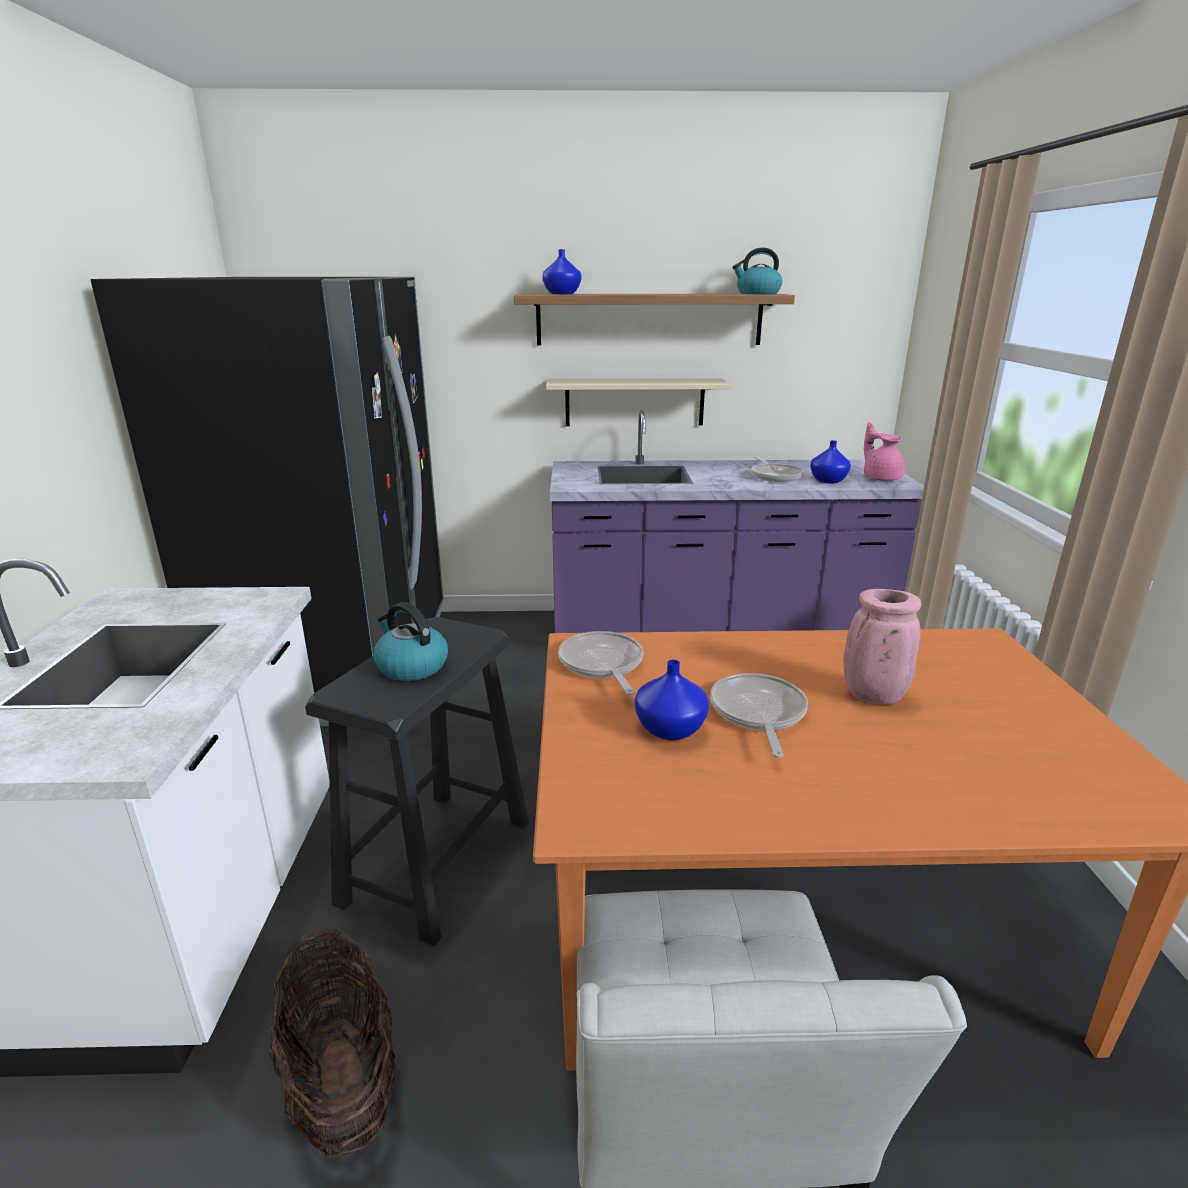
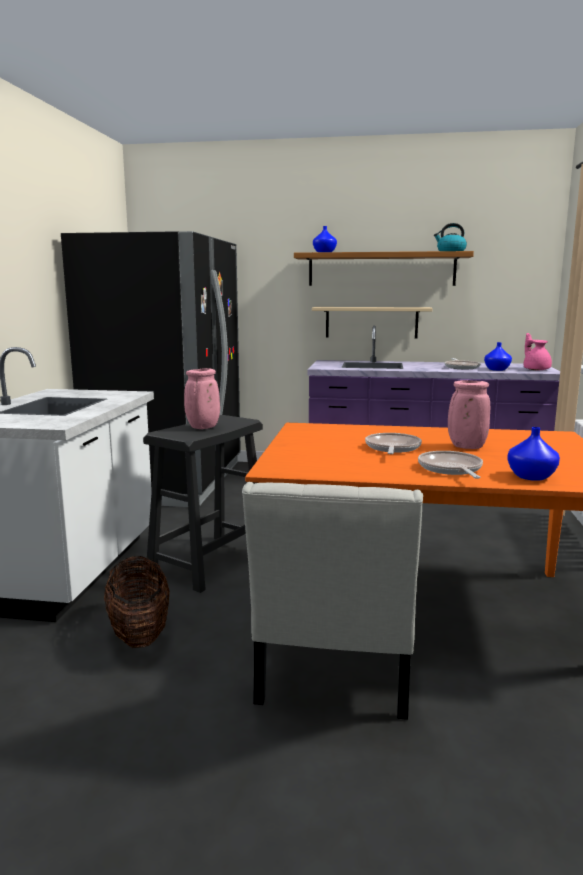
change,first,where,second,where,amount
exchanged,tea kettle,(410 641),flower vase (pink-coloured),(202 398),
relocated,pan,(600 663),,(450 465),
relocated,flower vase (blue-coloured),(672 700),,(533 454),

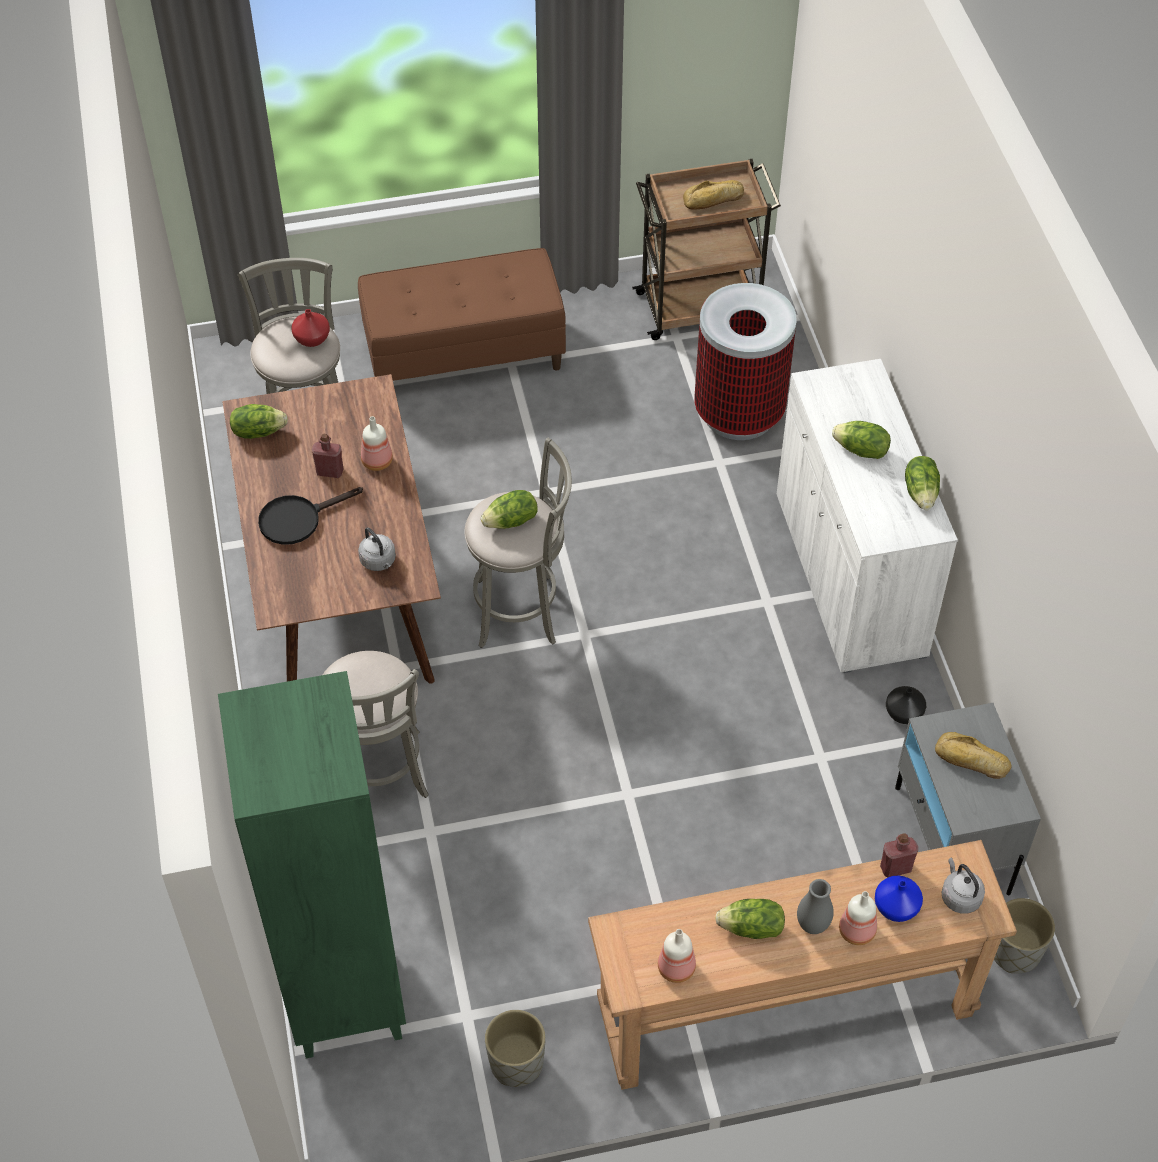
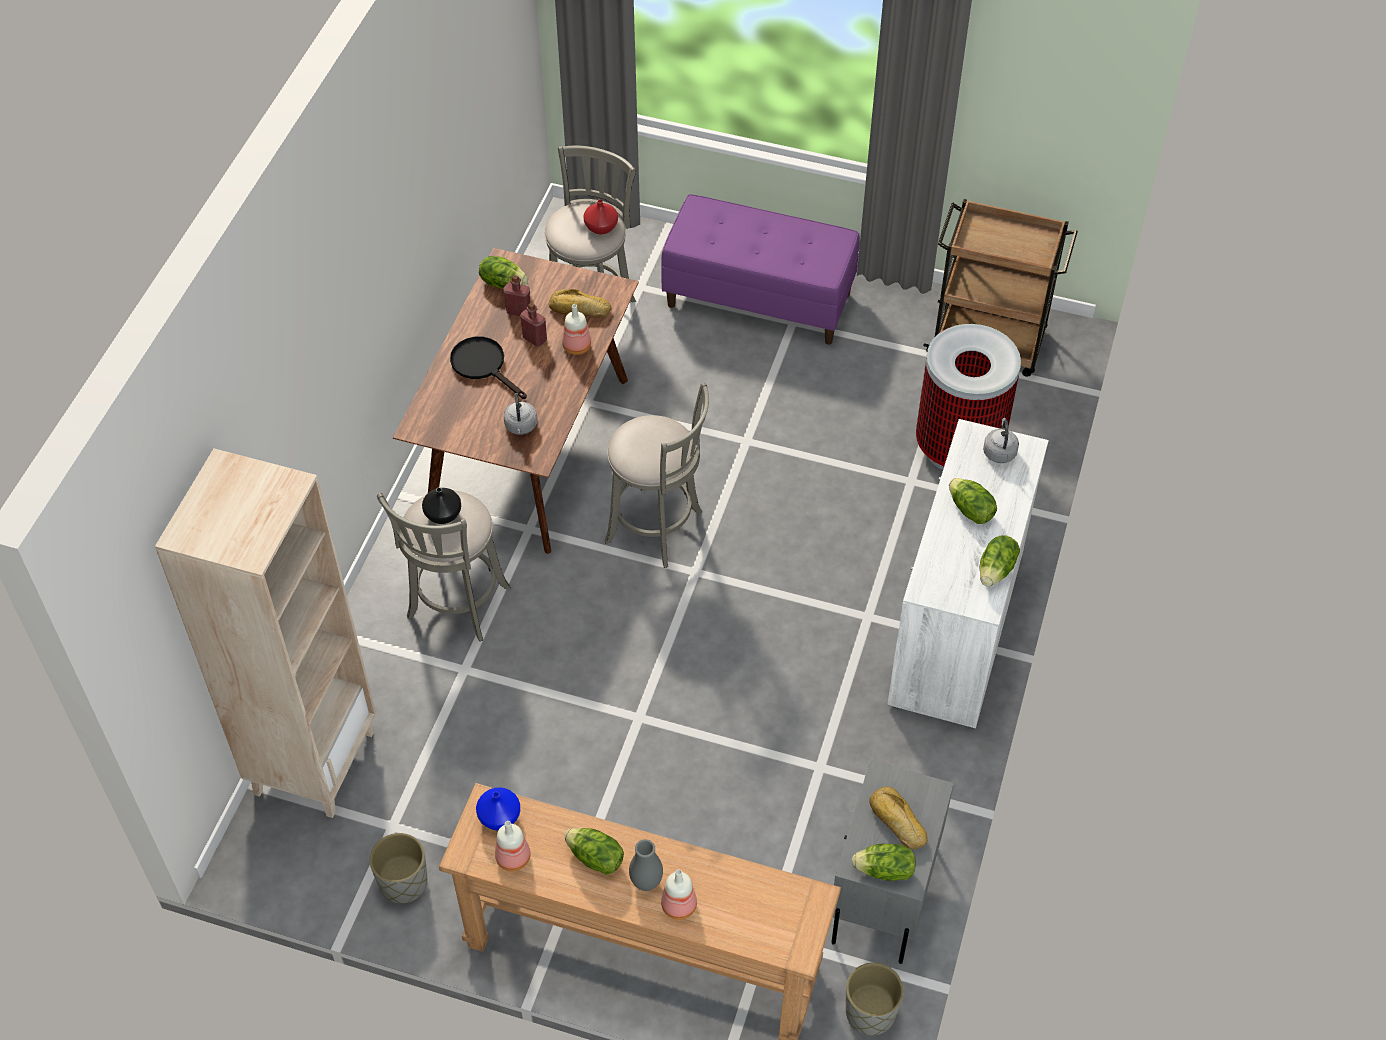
change,first,where,second,where,amount
colour,bookshelf (greenish),(312 864),bookshelf (sand-coloured),(265 633),
relocated,flower vase (black-coloured),(906 705),,(441 505),
spun,pan (black-coloured),(310 516),,(488 368),45 degrees clockwise
relocated,flower vase (blue-coloured),(899 898),,(498 808),
relocated,bottle (reddish),(899 855),,(516 295),
relocated,baked bread,(713 195),,(580 303),
colour,bench (brown),(462 314),bench (purple),(760 269),
relocated,lettuce,(509 509),,(884 862),
relocated,tea kettle (greyish),(963 885),,(1001 440),

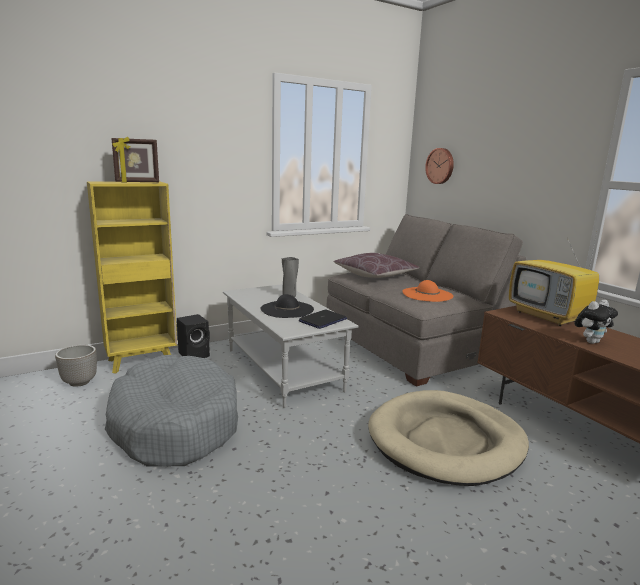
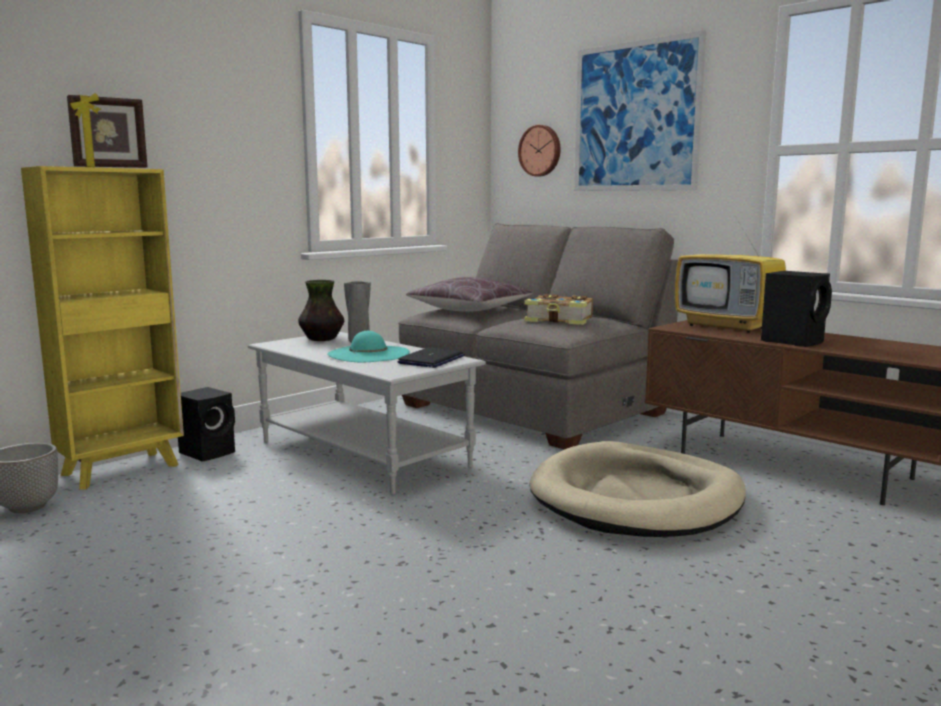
change,first,where,second,where,amount
appeared,,,flower vase,(321 310),
colour,hat (black-coloured),(287 306),hat (blue-green),(368 346),
exchanged,hat (orange-coloured),(427 291),volume,(558 309),
appeared,,,wall art,(640 110),
exchanged,plush toy,(596 322),loudspeaker (black-coloured),(796 309),
missing,dog cushion (greyish),(171 410),,,

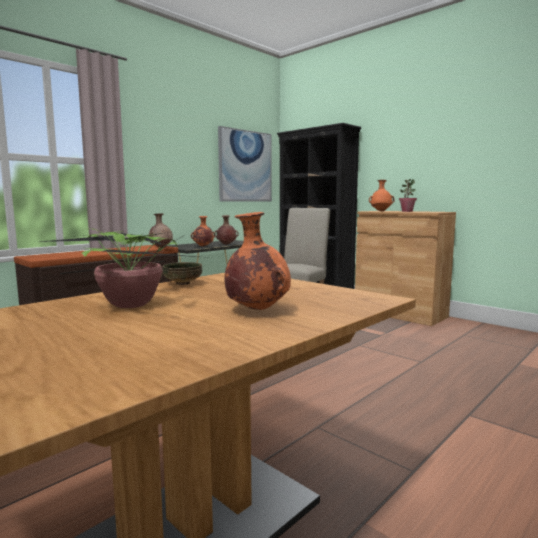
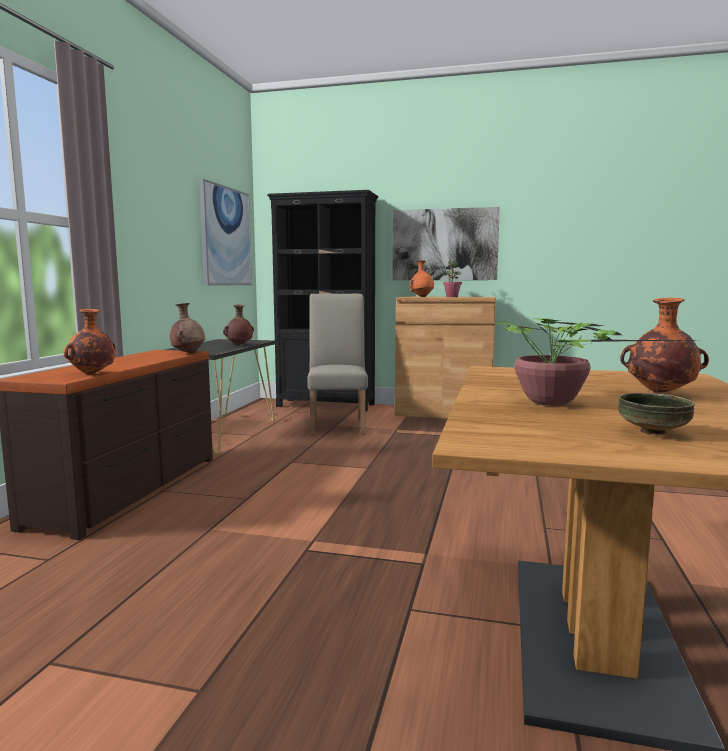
change,first,where,second,where,amount
relocated,flower vase (orange-coloured),(203 231),,(89 341),
appeared,,,wall art,(446 243),
relocated,deep dish,(182 273),,(656 414),

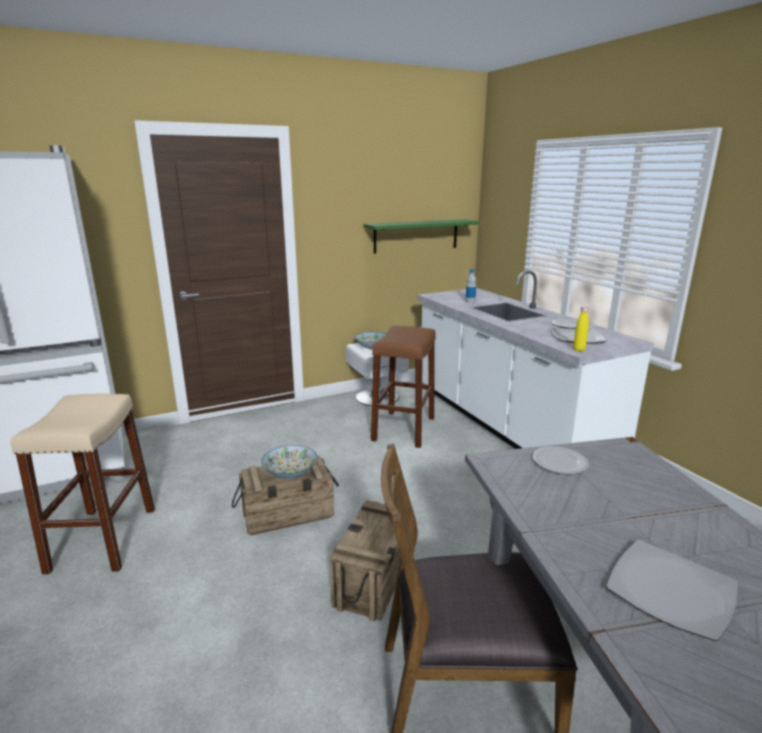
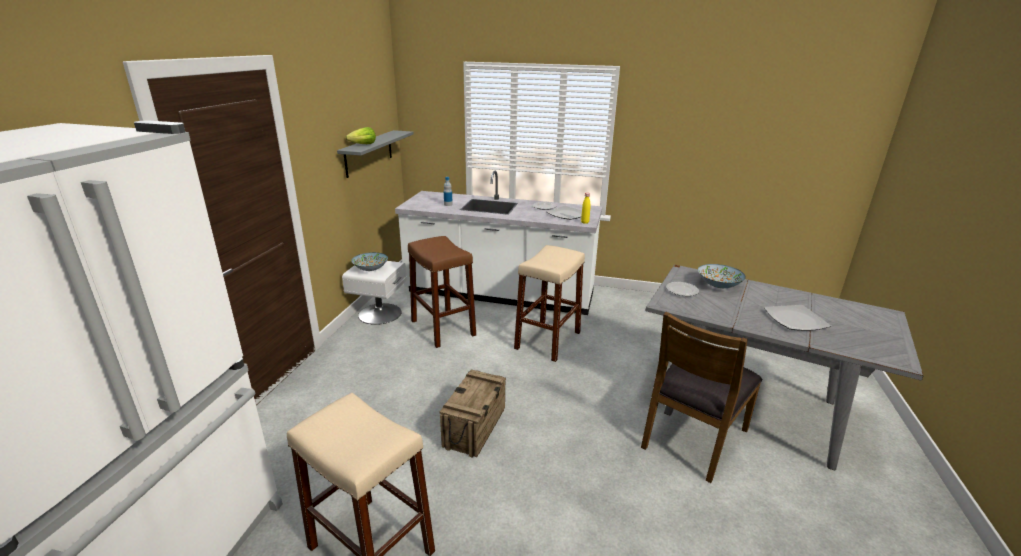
change,first,where,second,where,amount
colour,bracket shelf (greenish),(422 236),bracket shelf (greyish),(375 154),
appeared,,,lettuce,(361 135),
appeared,,,sitting stool (sand-coloured),(549 303),
relocated,deep dish,(289 462),,(722 276),
missing,packing crate,(371 561),,,

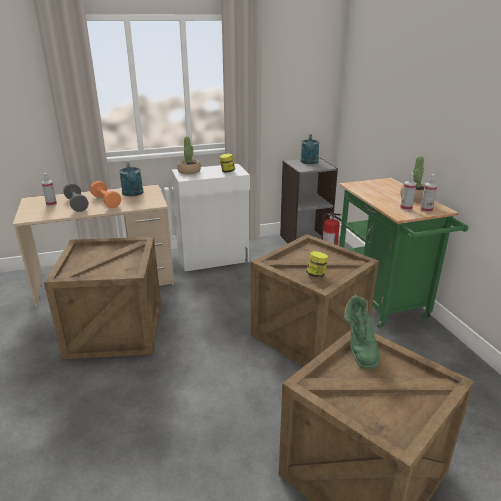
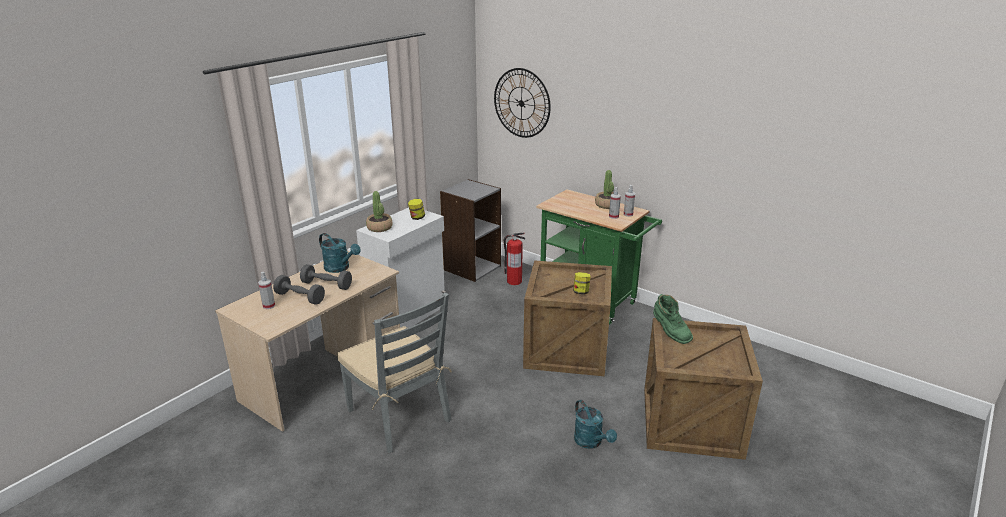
change,first,where,second,where,amount
colour,hand weight (orange-coloured),(105 194),hand weight (greyish),(326 277),
exchanged,packing crate,(102 298),upright chair (greyish),(394 373),
appeared,,,clock on the wall,(522 103),
relocated,watering can (blue-green),(309 149),,(595 424),

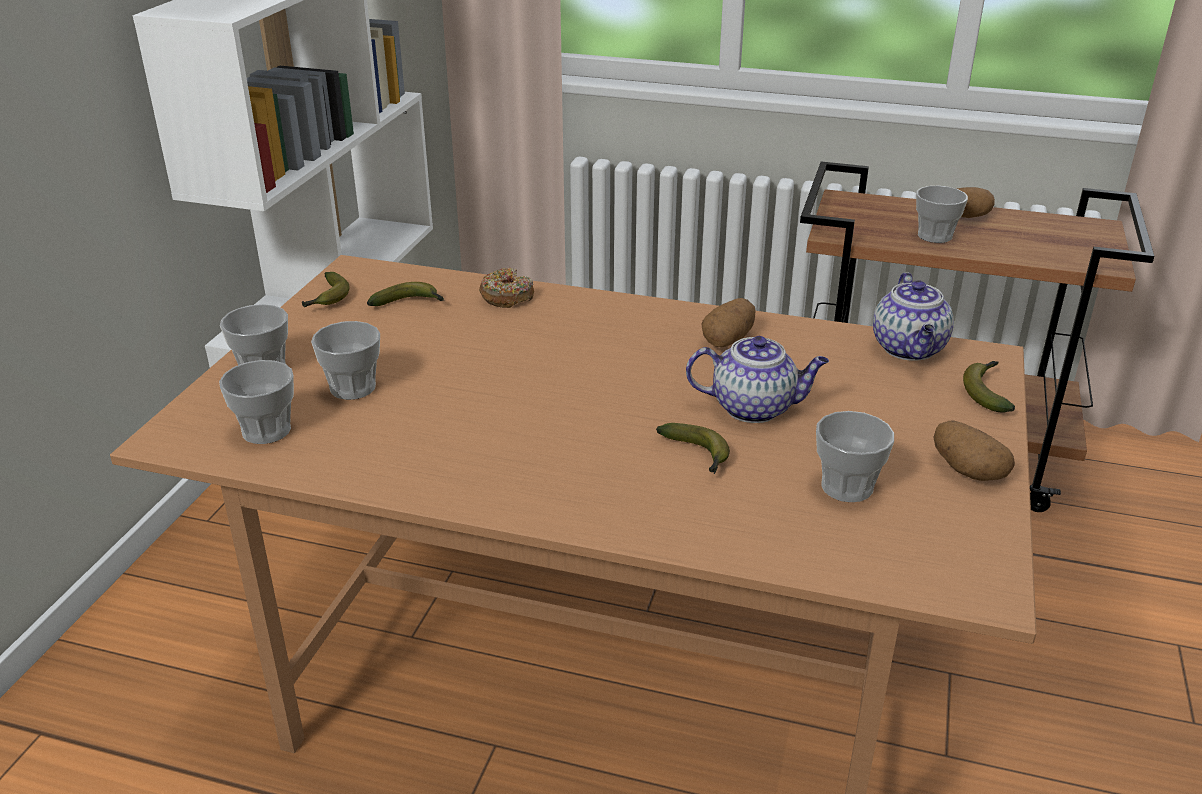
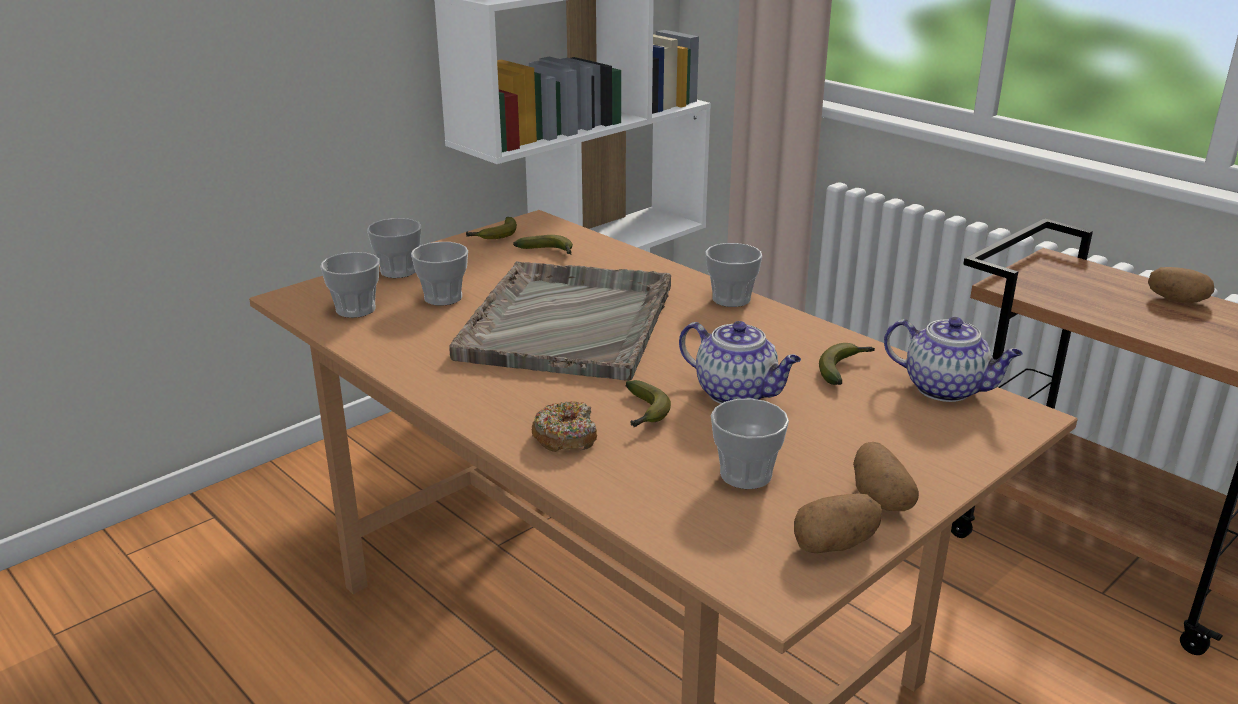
change,first,where,second,where,amount
appeared,,,tray (greyish),(560 321),
relocated,doughnut,(506 288),,(564 426),
relocated,cup,(942 214),,(733 275),
relocated,potato,(728 322),,(838 523),
relocated,banana fruit,(989 387),,(847 364),
spun,tea pot,(913 316),,(953 359),90 degrees counterclockwise

